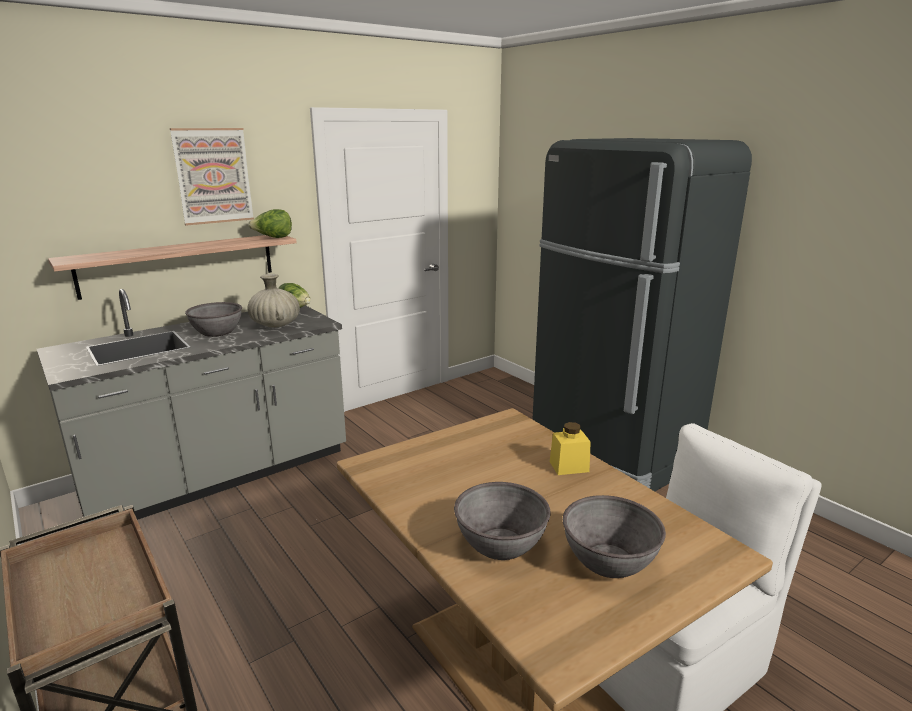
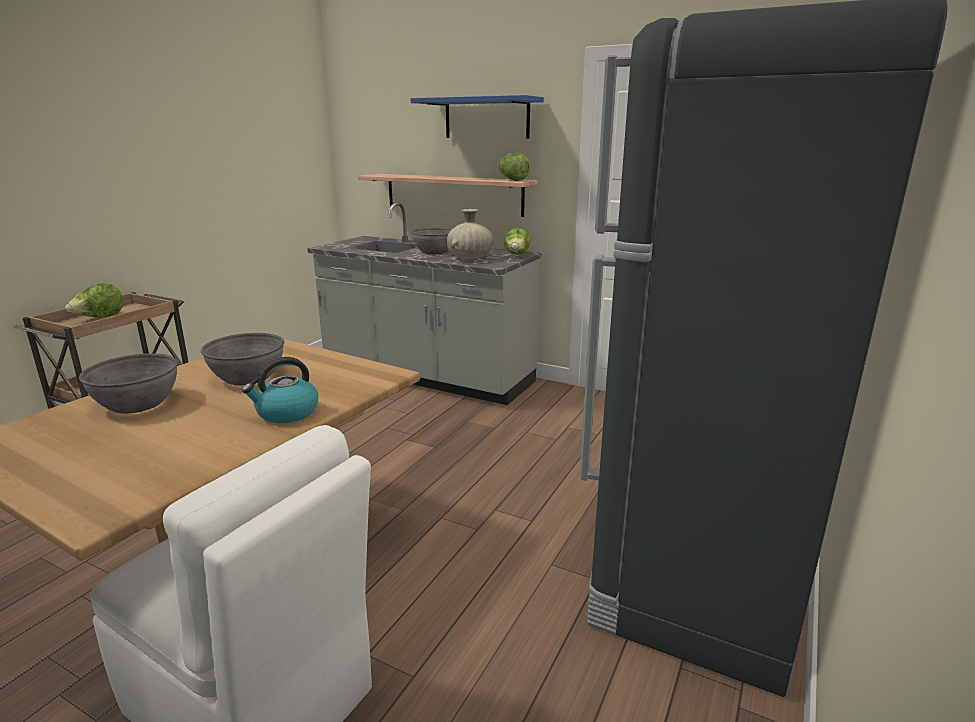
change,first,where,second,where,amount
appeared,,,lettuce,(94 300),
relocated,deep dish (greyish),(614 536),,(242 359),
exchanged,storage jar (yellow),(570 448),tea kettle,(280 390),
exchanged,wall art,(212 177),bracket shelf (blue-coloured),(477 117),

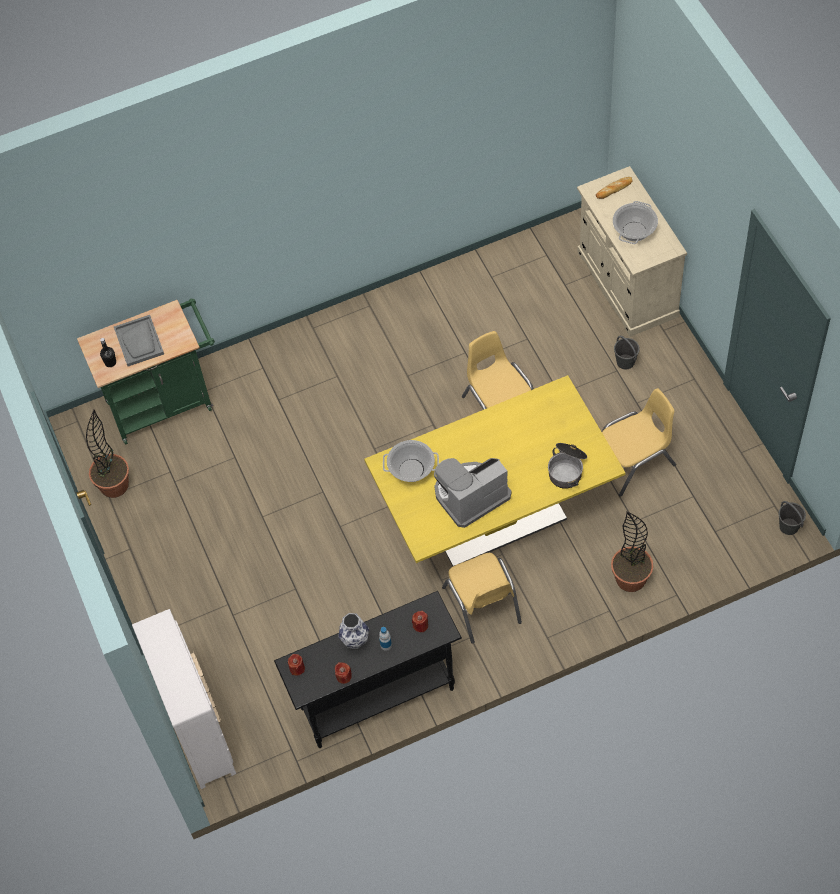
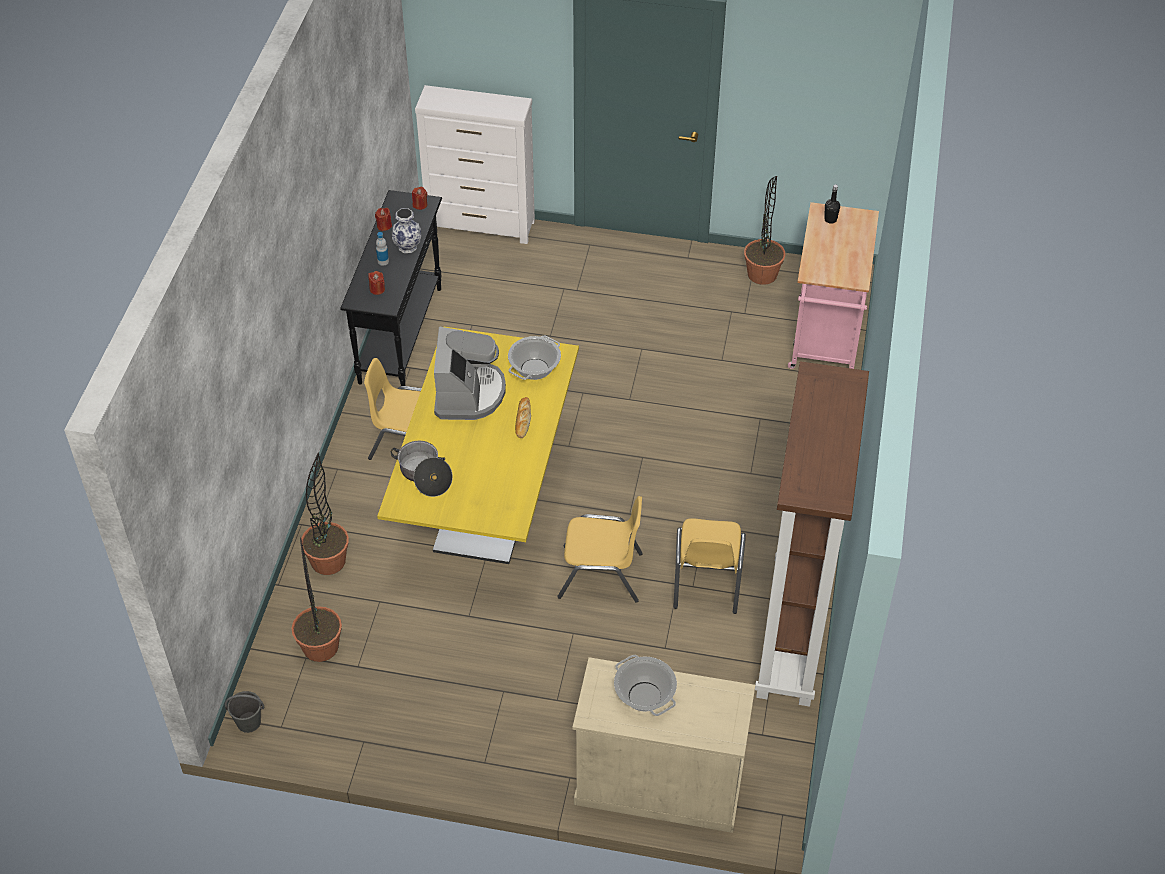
change,first,where,second,where,amount
appeared,,,potted plant,(317 599),
relocated,baked bread,(614 188),,(523 417),
relocated,upright chair (yellow),(639 442),,(709 566),
appeared,,,bookshelf (brown),(812 534),
colour,trolley (greenish),(146 371),trolley (pink-coloured),(833 285),
missing,tray (greyish),(139 340),,,
missing,water bucket (greyish),(627 352),,,

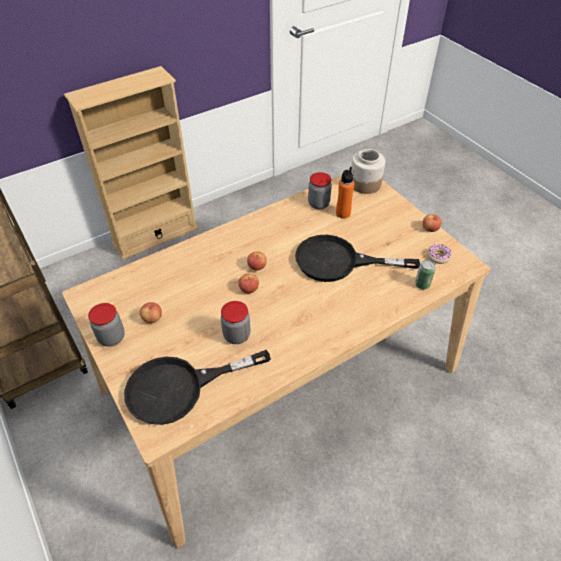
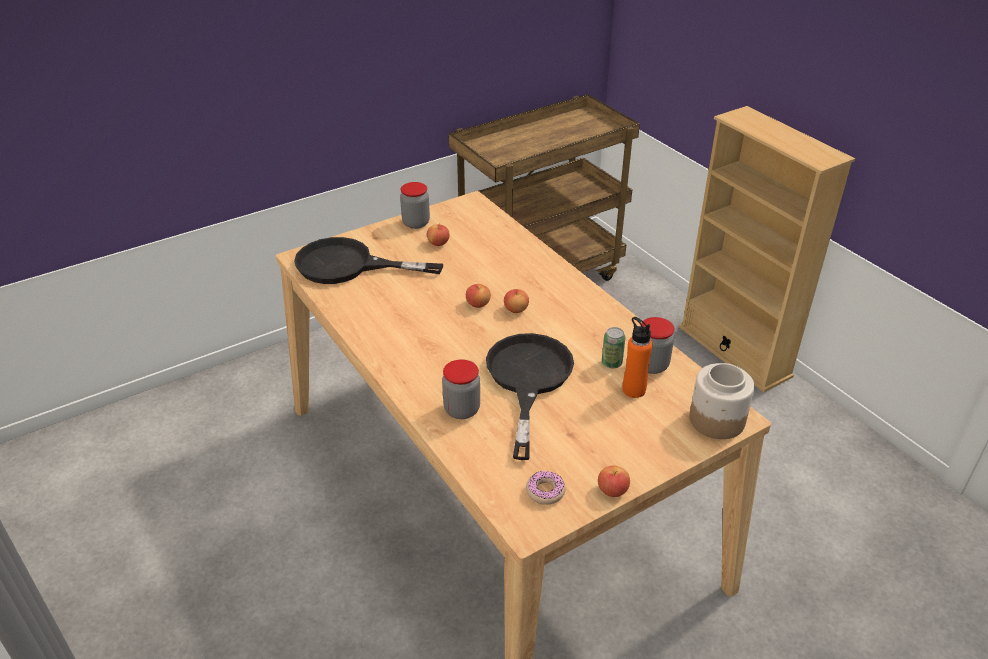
change,first,where,second,where,amount
spun,pan (black-coloured),(197 387),,(368 260),60 degrees counterclockwise
relocated,storage jar,(236 322),,(461 389),
relocated,metal can,(425 274),,(613 347),

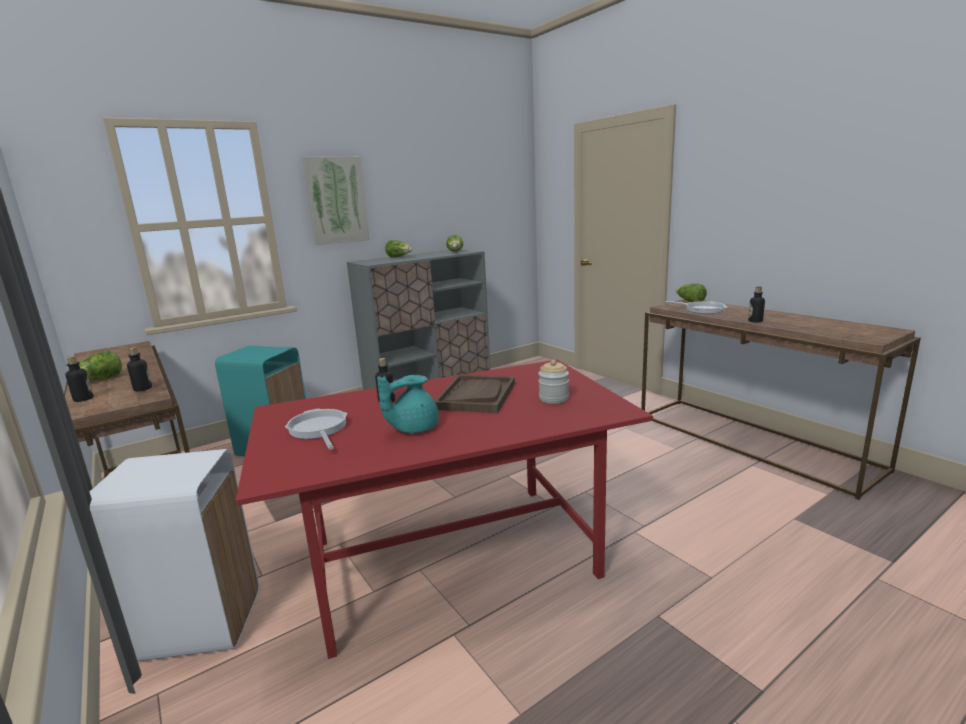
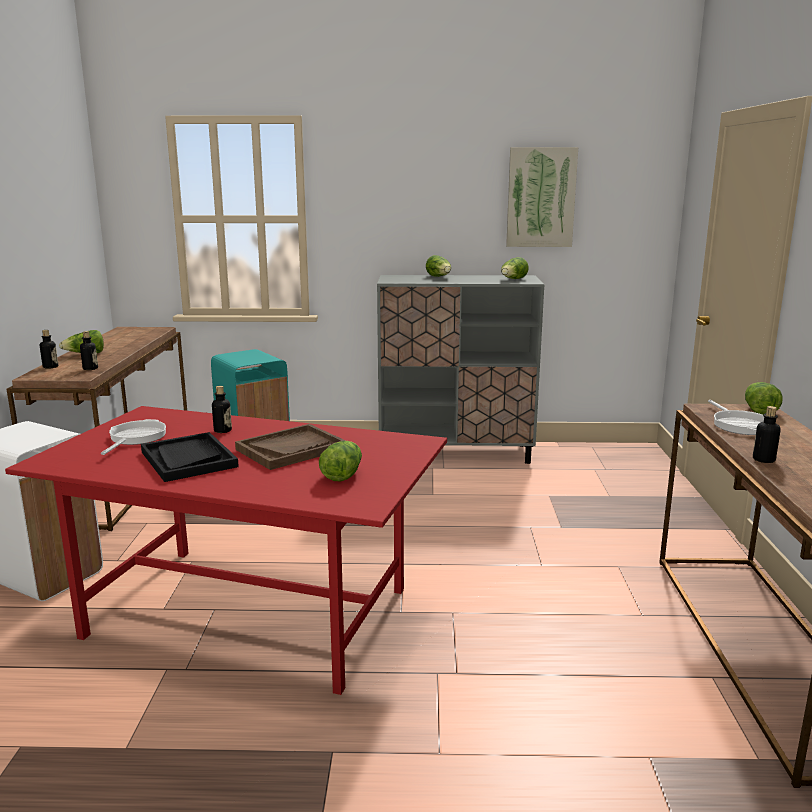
change,first,where,second,where,amount
exchanged,tea pot (blue-green),(407 404),tray (black-coloured),(190 457),
exchanged,storage jar,(553 382),lettuce,(340 461),
relocated,wall art,(336 200),,(542 197),

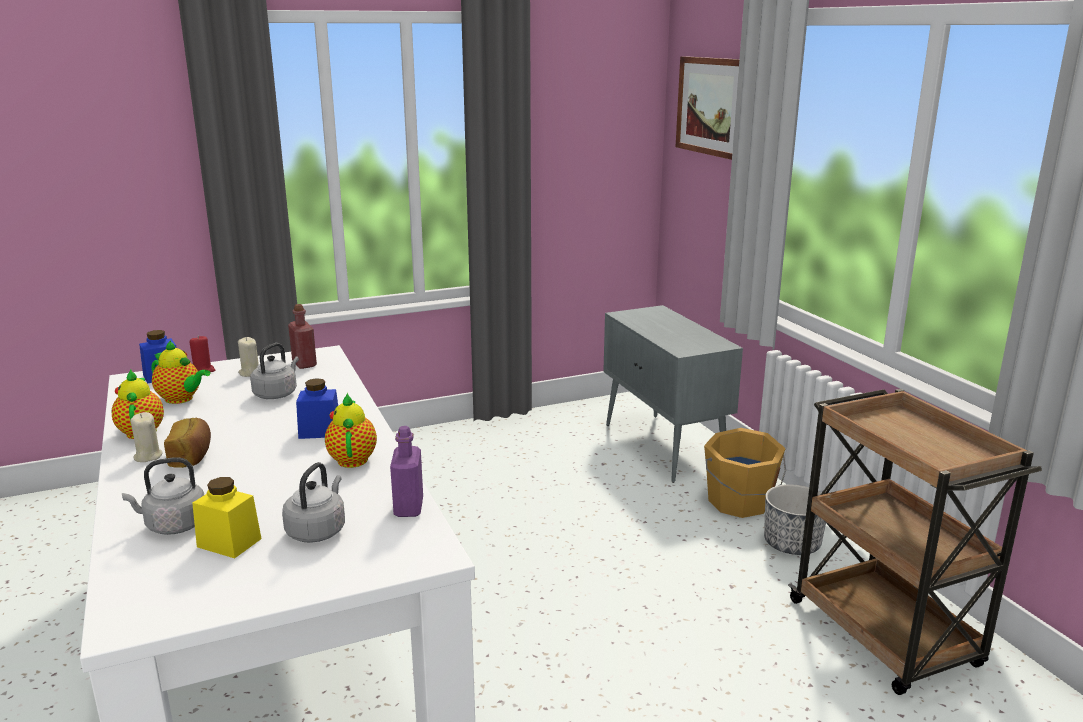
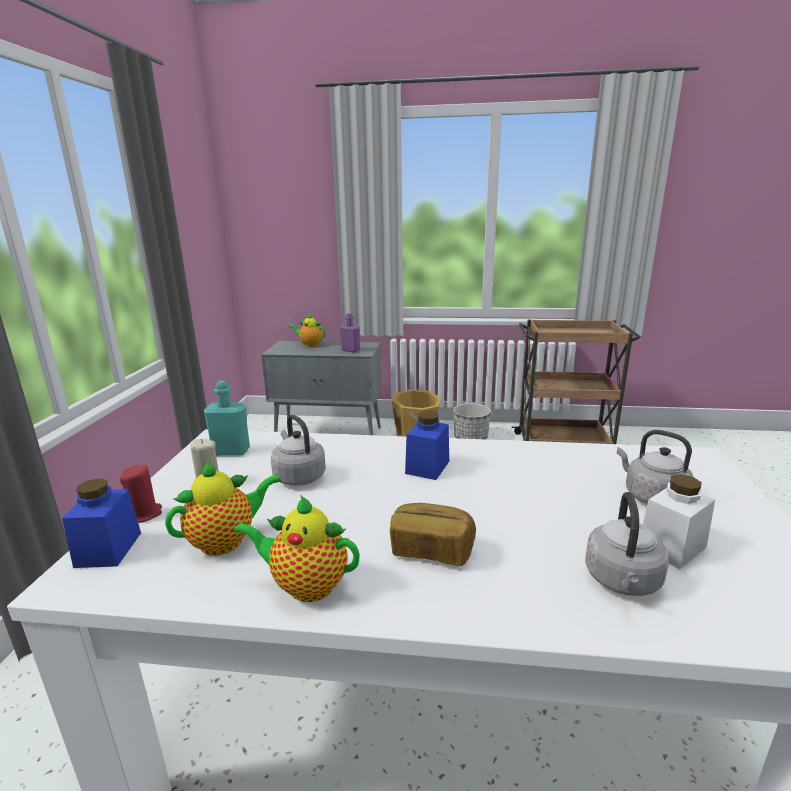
change,first,where,second,where,amount
colour,bottle (reddish),(302 336),bottle (blue-green),(227 418),
relocated,tea pot,(351 430),,(307 330),
relocated,bottle (purple),(406 471),,(350 332),
colour,storage jar (yellow),(226 517),storage jar (whitish),(678 521),
missing,wax light (sand-coloured),(147 437),,,
missing,wall art,(707 108),,,

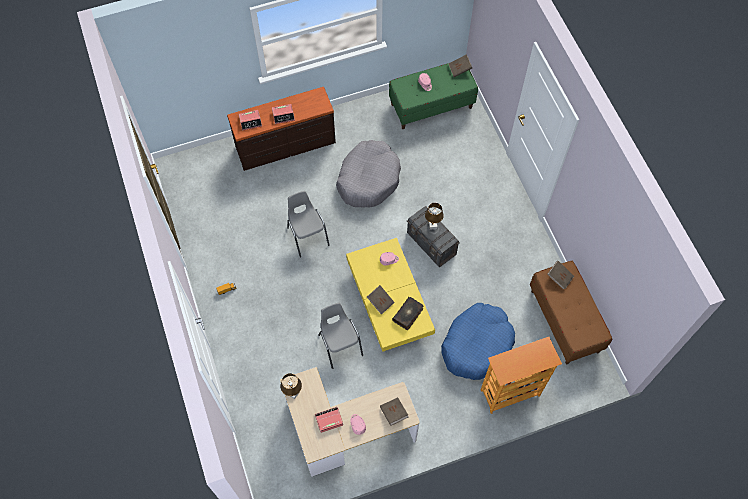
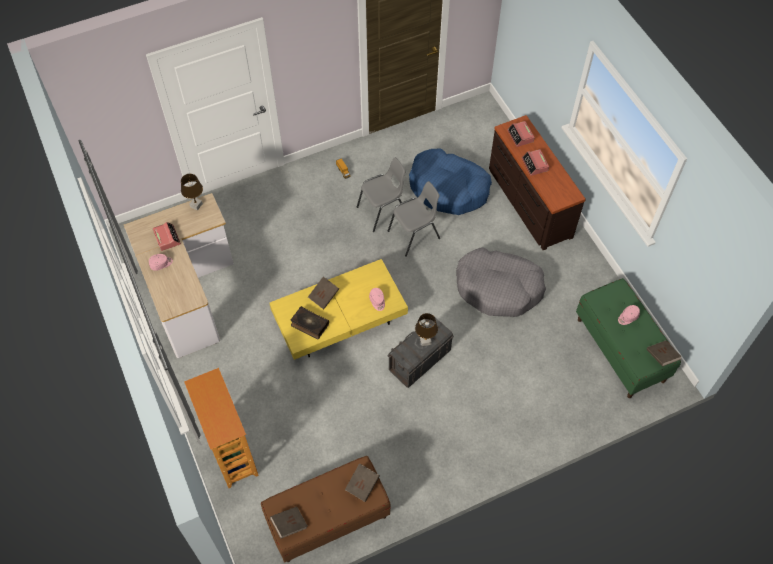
change,first,where,second,where,amount
relocated,volume (brown),(394 411),,(289 523),
relocated,upright chair (greyish),(340 336),,(381 194),
relocated,dog cushion (blue-coloured),(478 341),,(450 182),

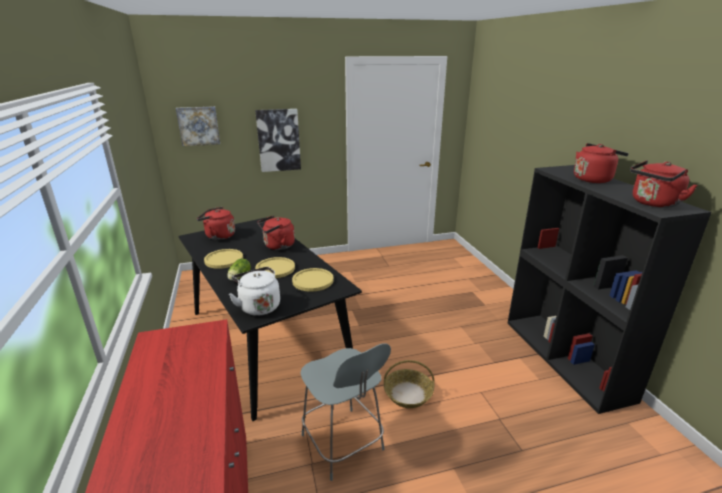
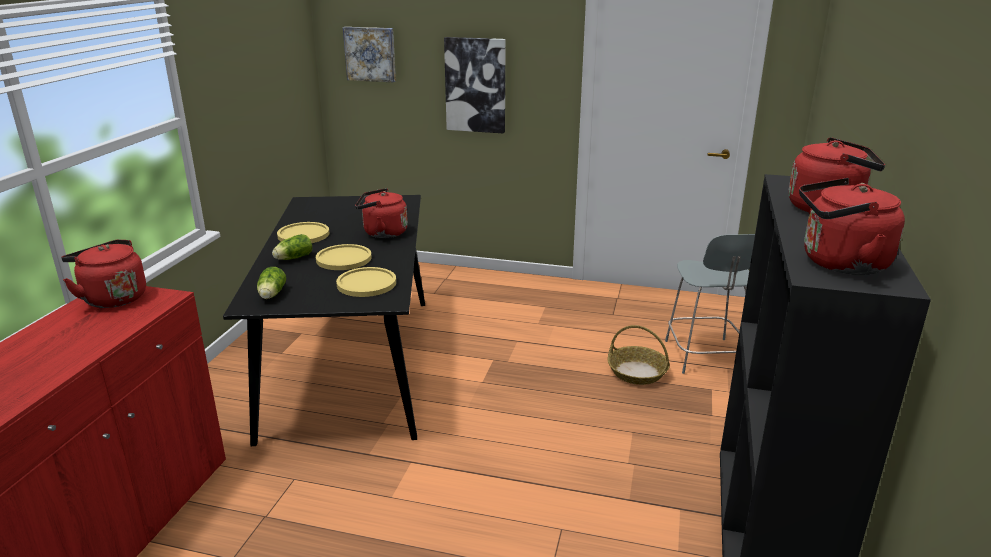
change,first,where,second,where,amount
relocated,tea kettle (reddish),(216 223),,(103 274),
exchanged,tea kettle (whitish),(254 291),lettuce,(271 283),
relocated,household basket,(409 384),,(638 355),
relocated,upright chair (greyish),(345 412),,(710 304),

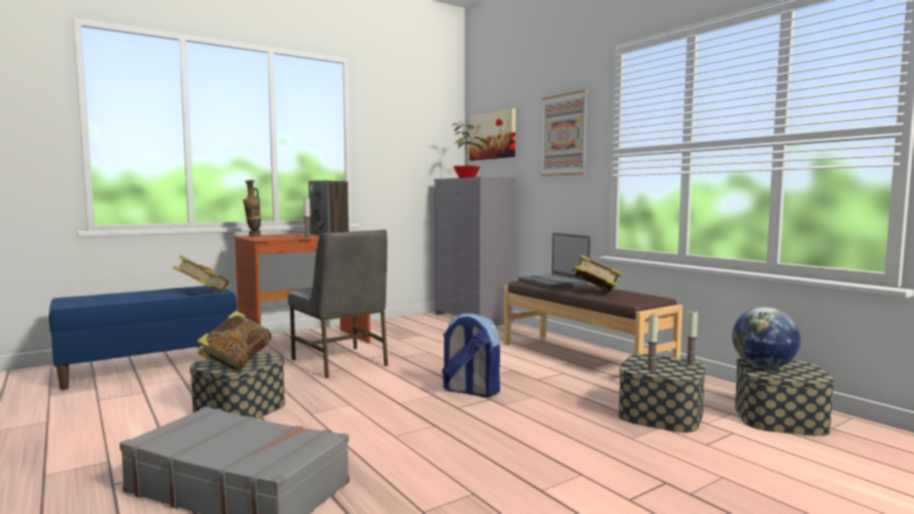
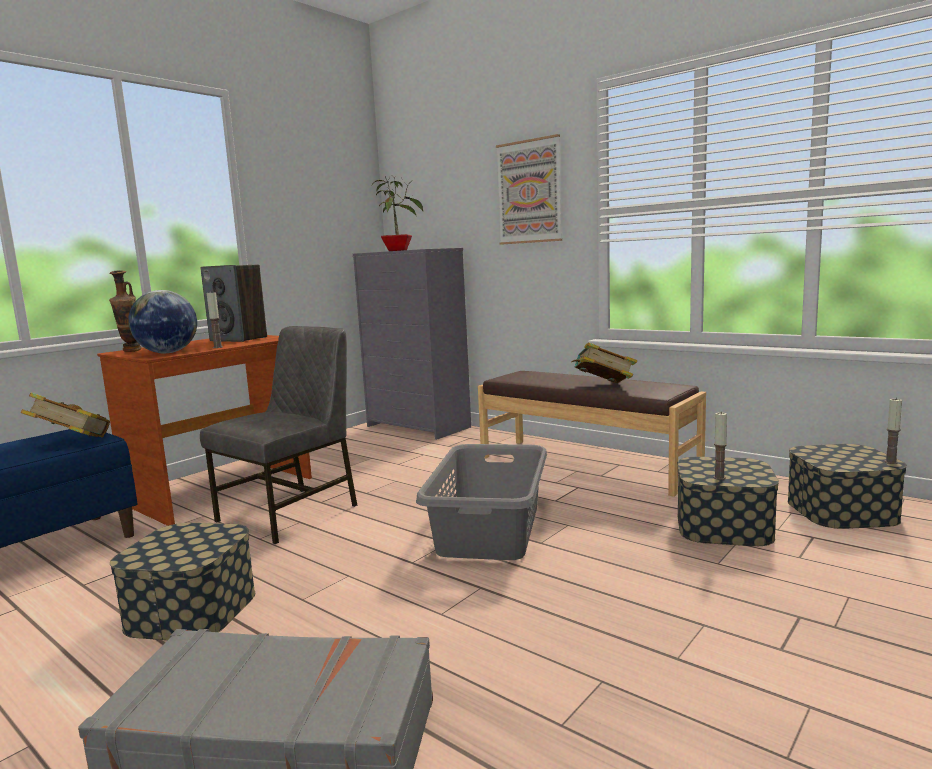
change,first,where,second,where,amount
relocated,globe,(766 338),,(162 321),
spun,upright chair (greyish),(338 304),,(278 435),90 degrees counterclockwise
exchanged,backpack,(471 355),laundry basket (greyish),(481 502),
relocated,wax light,(692 338),,(893 431),
missing,volume,(234 341),,,
missing,wall art,(493 134),,,
missing,laptop,(554 260),,,

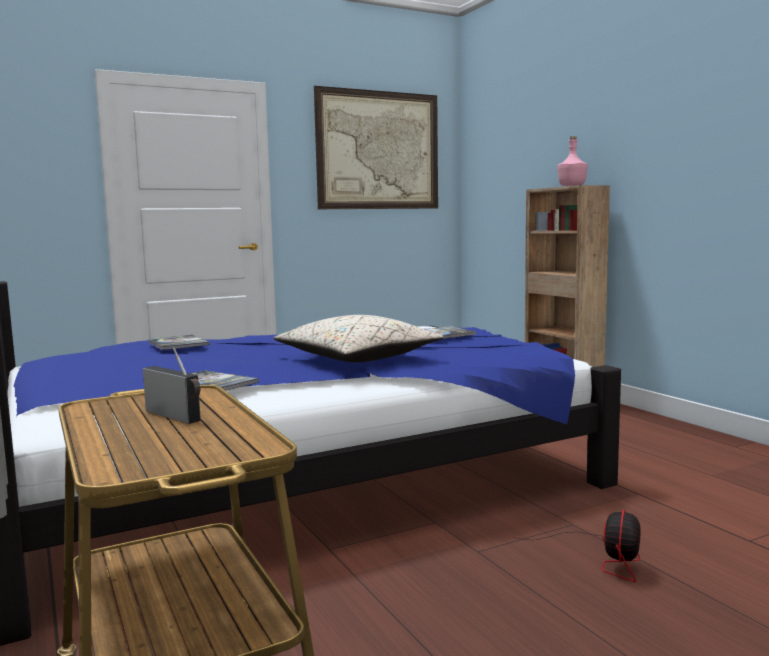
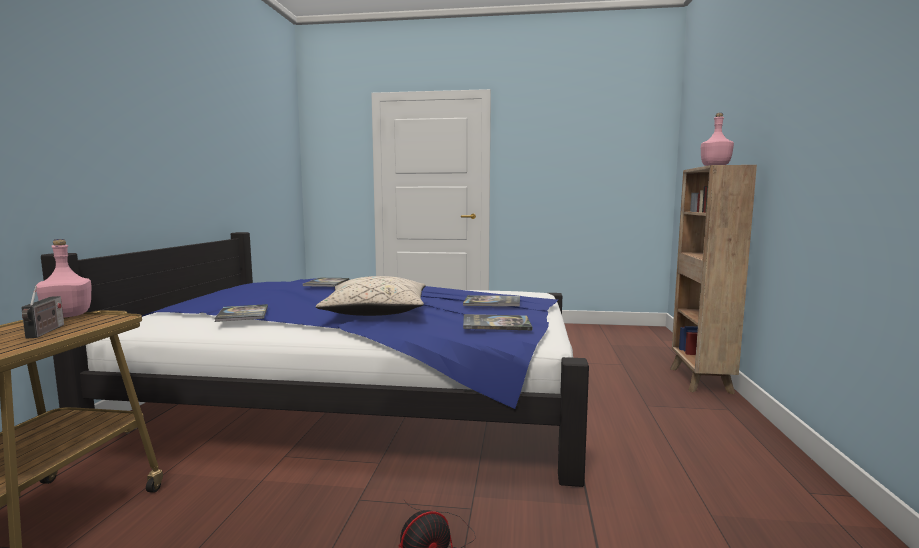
change,first,where,second,where,amount
appeared,,,bottle (pink-coloured),(63 278),
appeared,,,volume,(497 322),
missing,wall art,(376 147),,,

